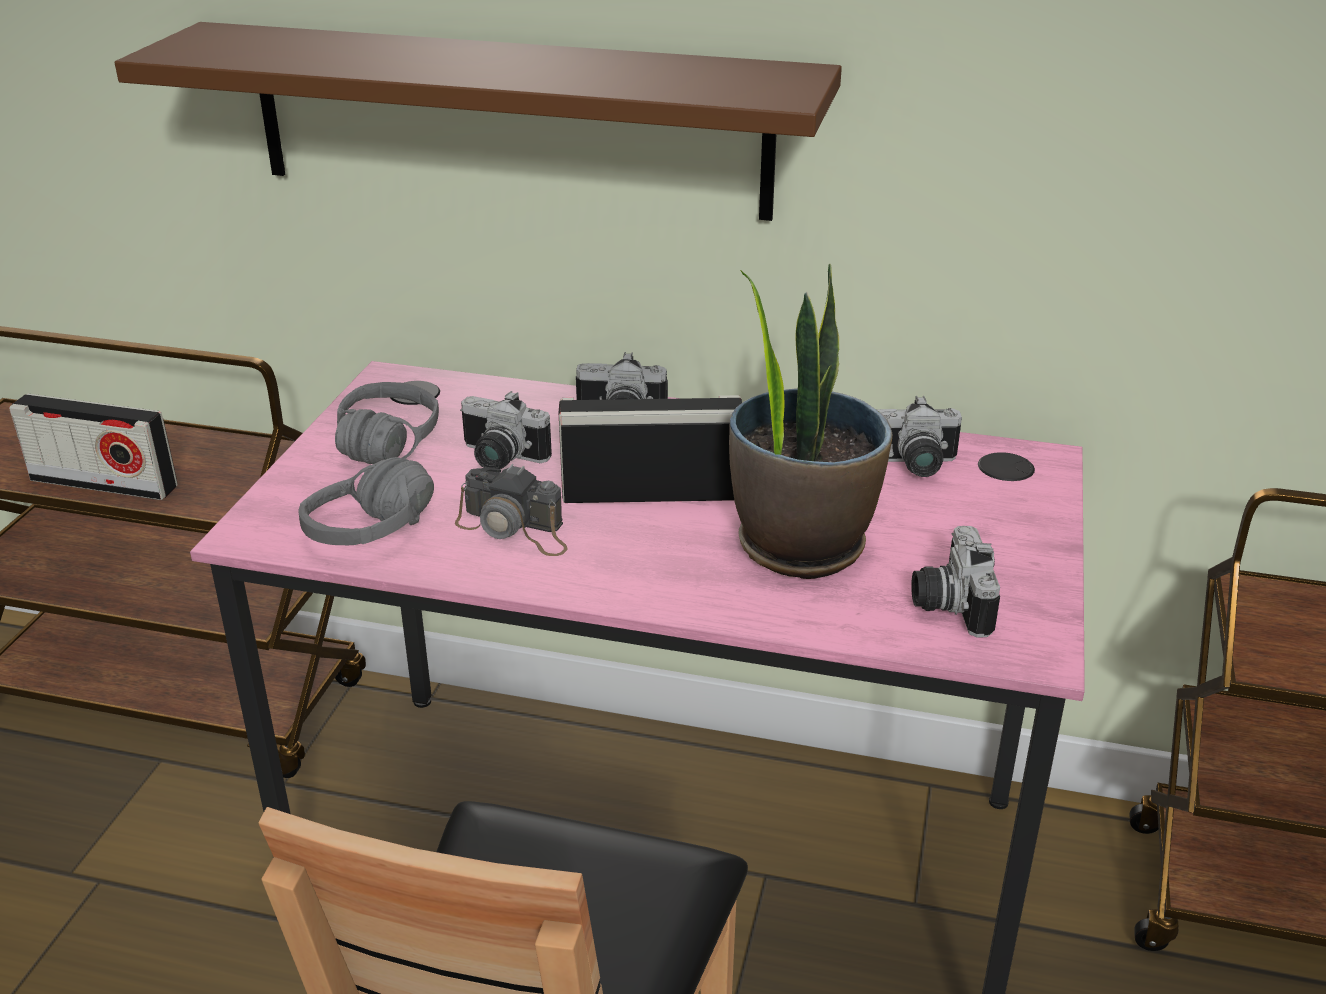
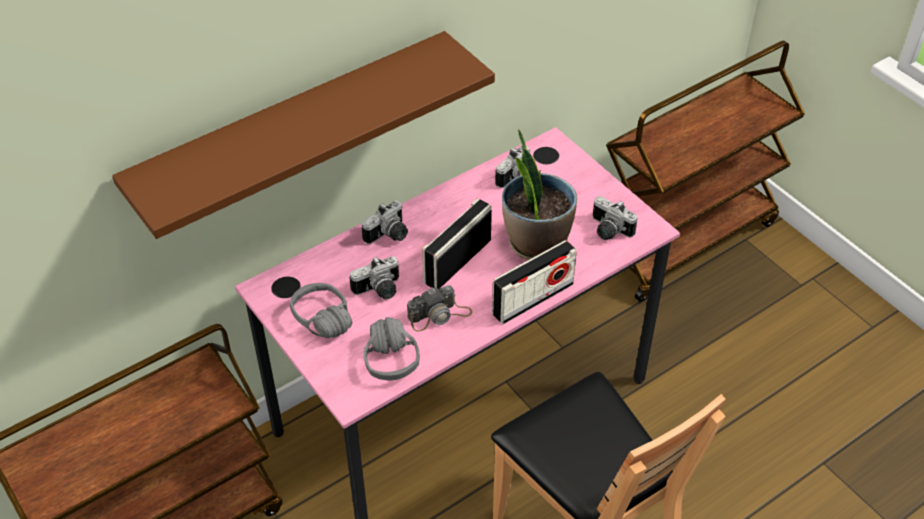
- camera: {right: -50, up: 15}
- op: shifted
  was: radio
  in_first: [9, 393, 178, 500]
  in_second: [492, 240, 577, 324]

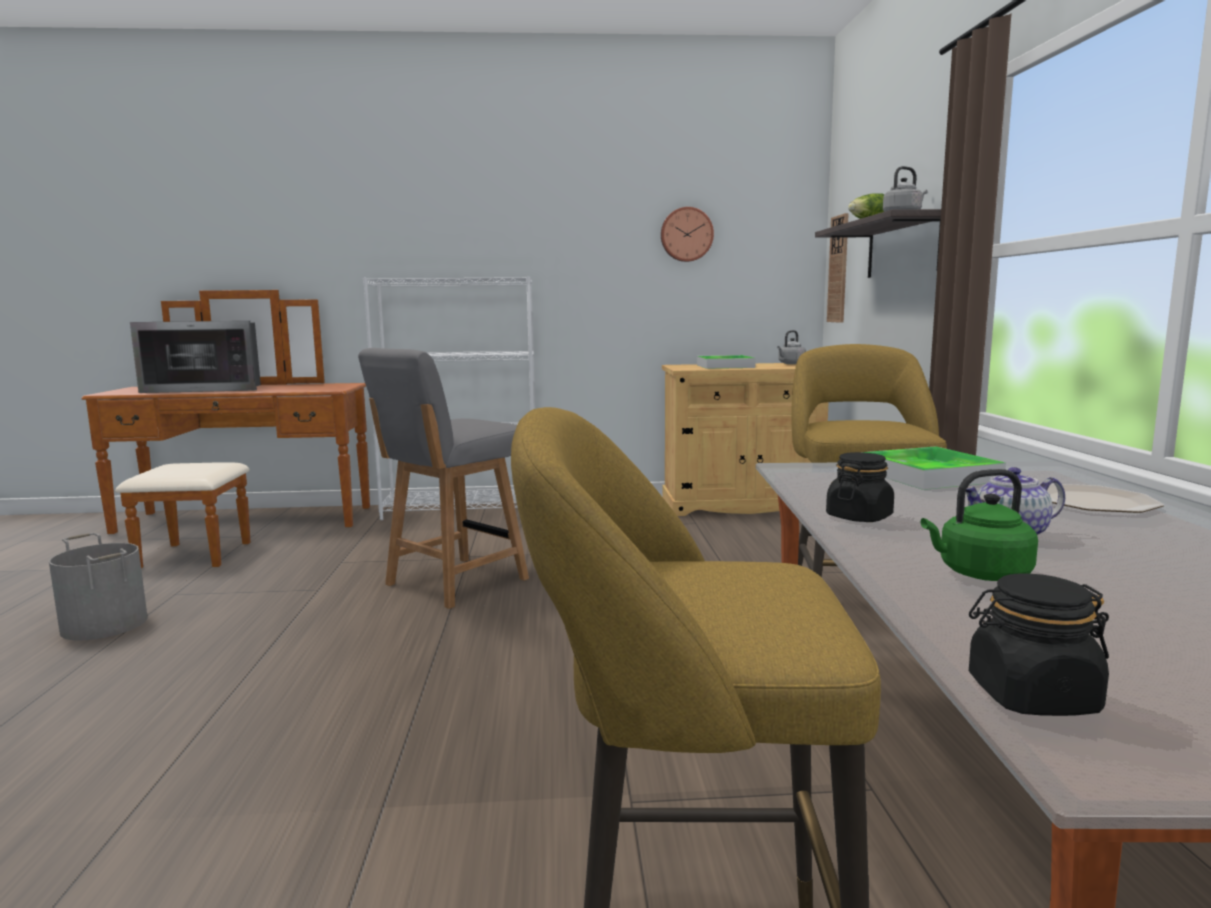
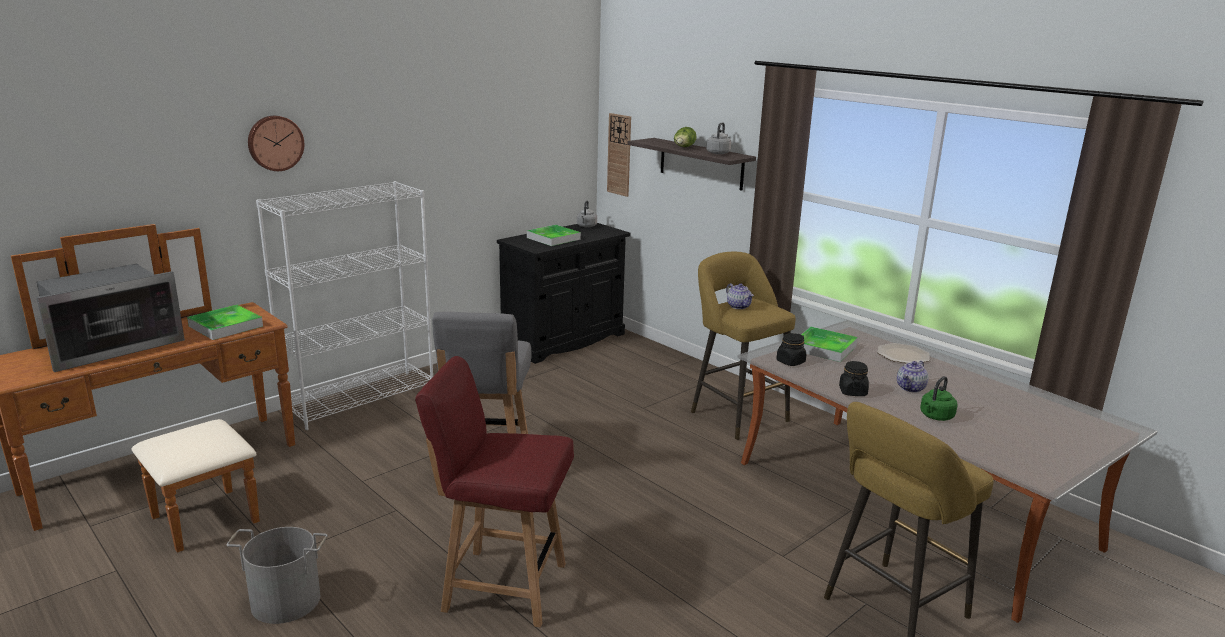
- camera: {right: -40, up: 10}
- op: shifted
  was: wall clock
  in_first: [661, 207, 714, 262]
  in_second: [248, 116, 304, 171]
- op: repainted
  was: beige cabinet
  now: black cabinet
  in_first: [662, 363, 829, 516]
  in_second: [497, 223, 631, 364]
- op: shifted
  was: black jar
  in_first: [969, 573, 1109, 716]
  in_second: [776, 333, 807, 366]
- op: new
  now: teapot
  in_second: [726, 283, 754, 309]
- op: new
  now: tray
  in_second: [187, 305, 263, 340]
- op: new
  now: red chair
  in_second: [415, 356, 574, 627]

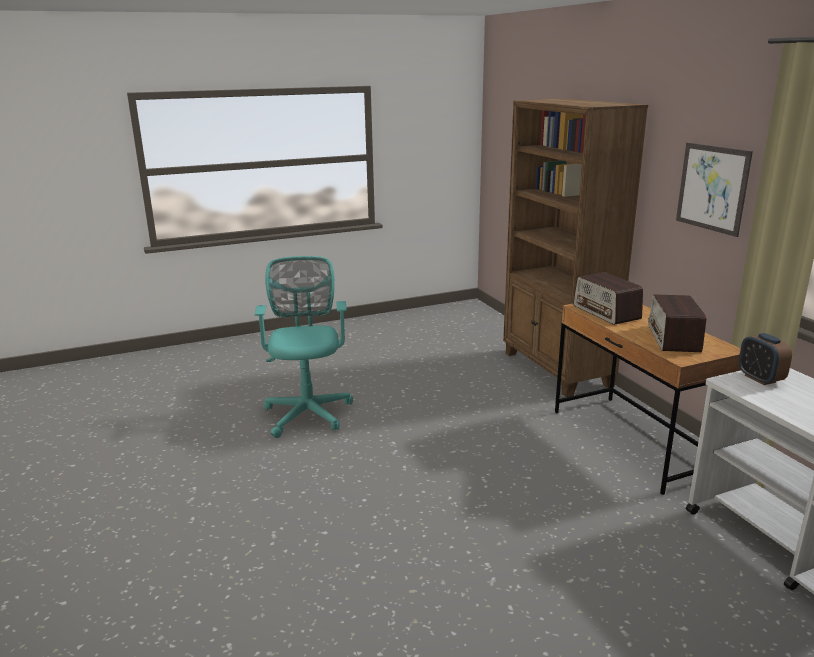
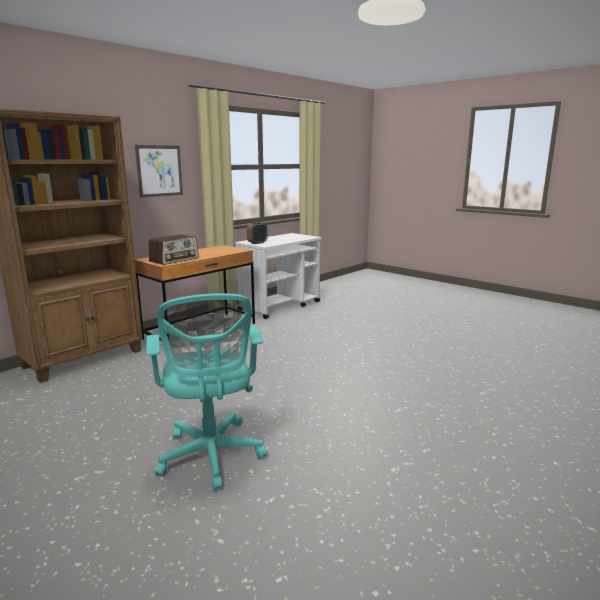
- camera: {right: -115, up: -5}
- op: rotated
  was: turquoise office chair
  in_first: [255, 256, 353, 438]
  in_second: [146, 293, 268, 491]
  clockwise: -75
- op: gone
  was: radio
  in_first: [648, 294, 706, 352]

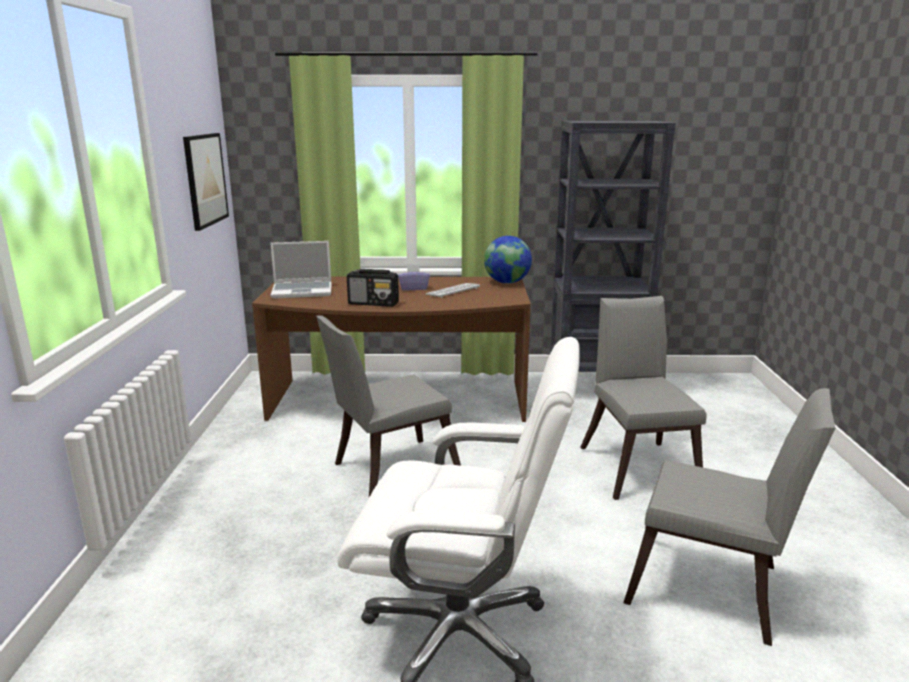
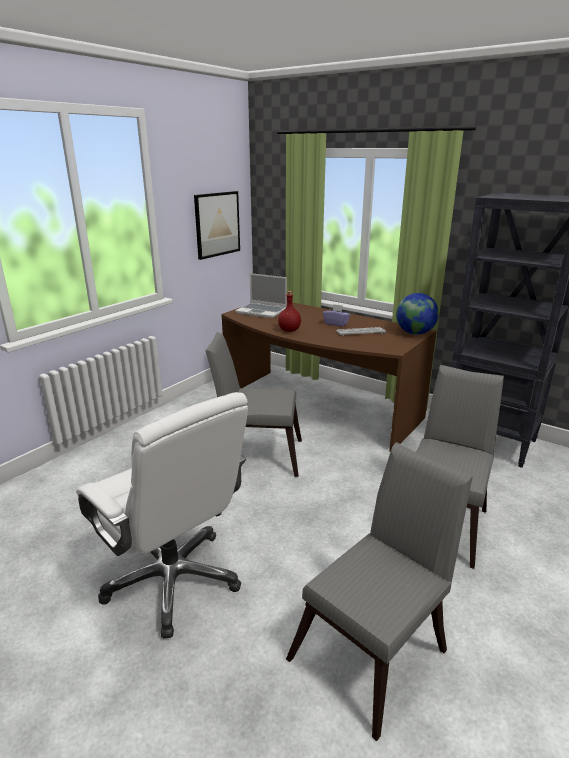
- camera: {right: 35, up: 5}
- op: swapped
  was: radio
  now: red bottle
  in_first: [347, 269, 399, 307]
  in_second: [278, 291, 301, 332]
- op: rotated
  was: grey chair
  in_first: [624, 388, 835, 646]
  in_second: [286, 442, 473, 741]
  clockwise: -105

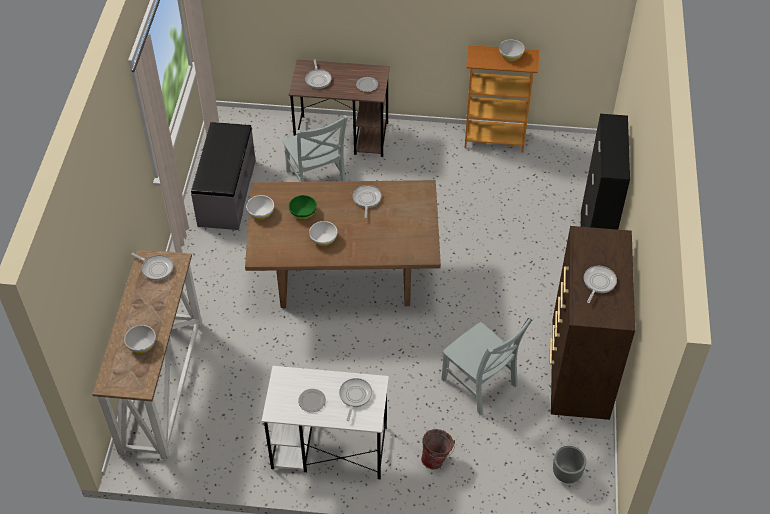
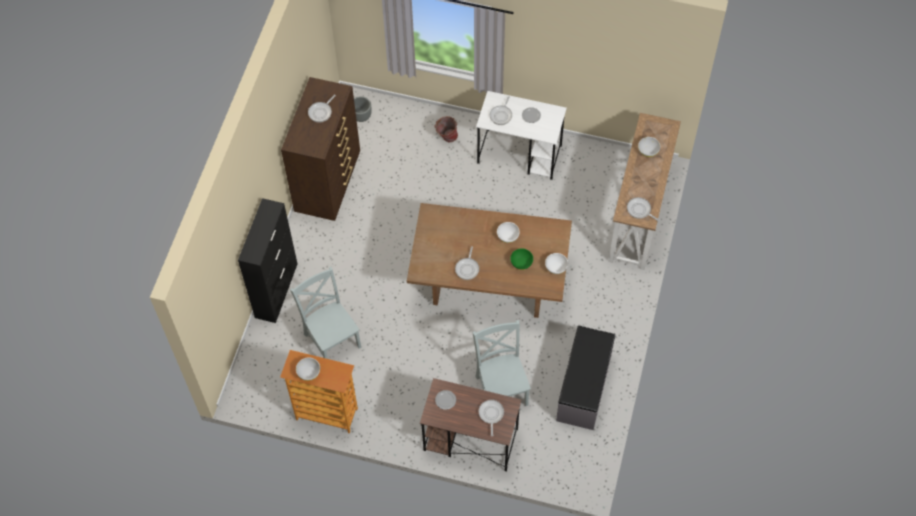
- camera: {right: -170, up: 10}
- op: shifted
  was: grey chair
  in_first: [441, 316, 534, 415]
  in_second: [290, 267, 361, 359]

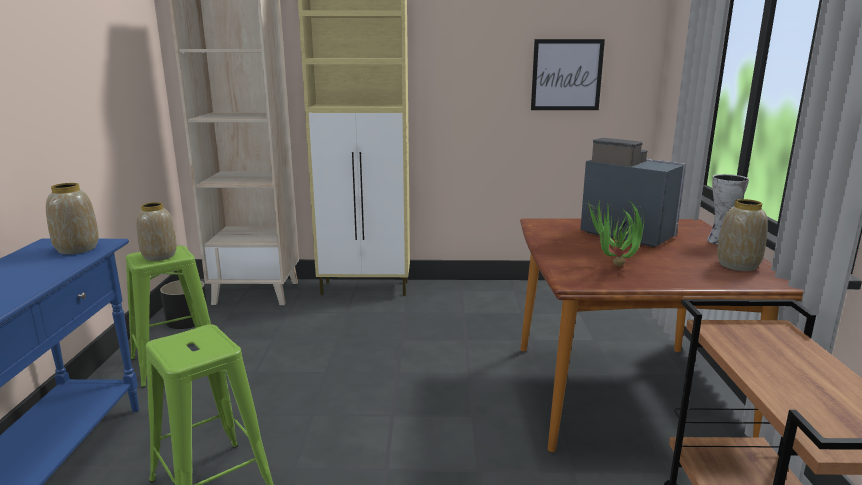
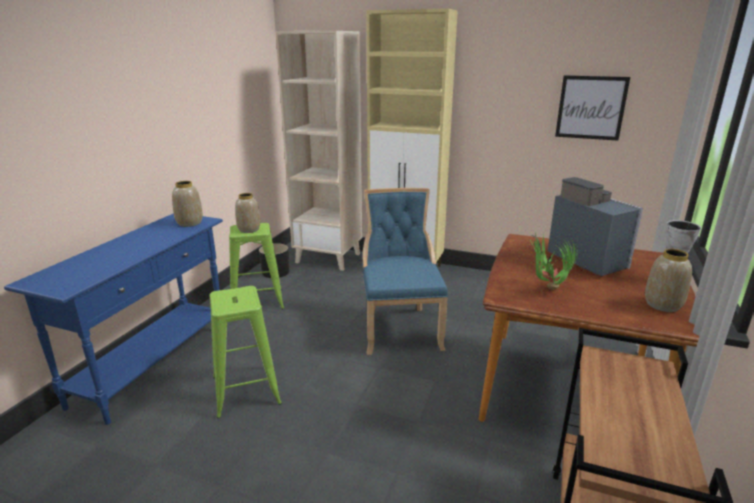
- camera: {right: 20, up: 5}
- op: new
  now: blue chair
  in_second: [363, 188, 448, 355]

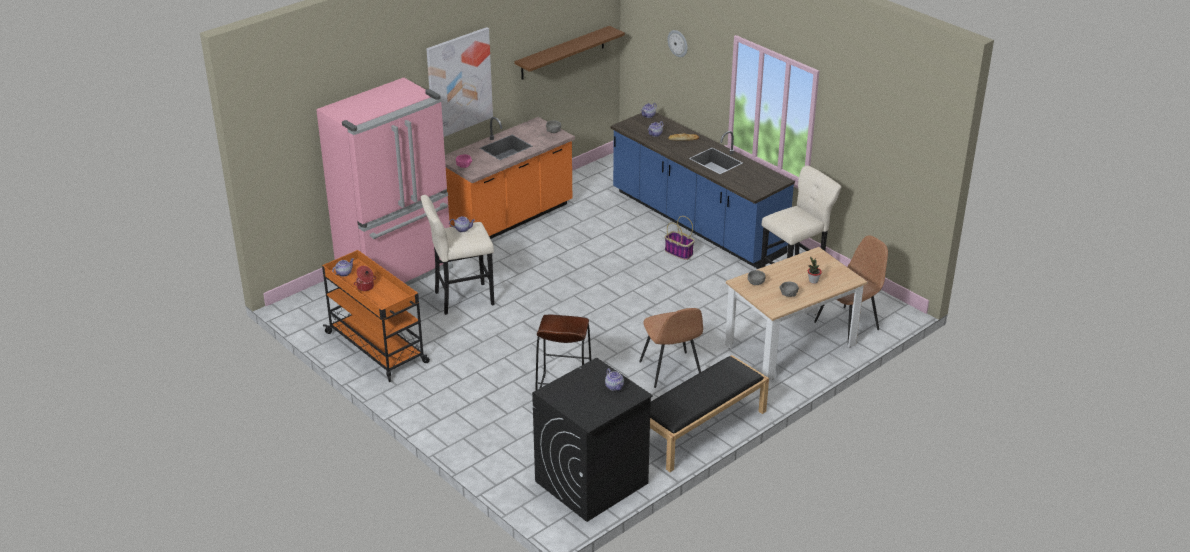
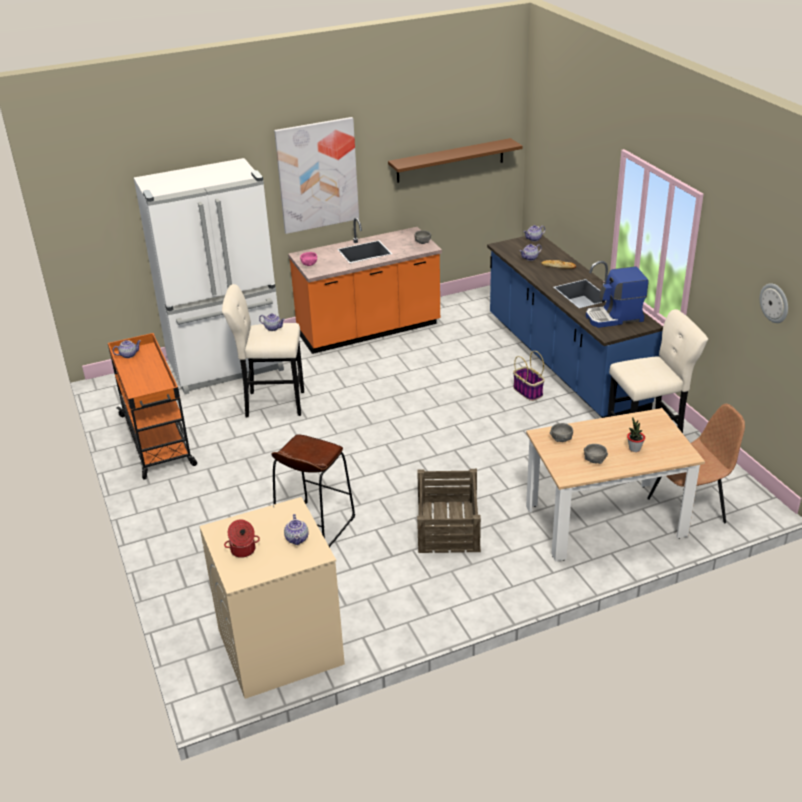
- camera: {right: 20, up: 0}
- op: shifted
  was: wall clock
  in_first: [668, 30, 688, 57]
  in_second: [760, 283, 788, 323]
- op: repainted
  was: pink fridge
  now: white fridge
  in_first: [316, 78, 453, 285]
  in_second: [134, 158, 284, 394]
- op: shifted
  was: cooking pot
  in_first: [354, 266, 376, 291]
  in_second: [224, 519, 260, 558]
- op: swapped
  was: brown chair
  now: crate
  in_first: [639, 308, 703, 388]
  in_second: [417, 469, 481, 553]
- op: gone
  was: black bench
  in_first: [650, 355, 769, 472]
- op: repainted
  was: black washing machine
  now: beige washing machine
  in_first: [532, 358, 653, 522]
  in_second: [199, 497, 345, 699]
- op: new
  now: coffee machine
  in_second: [586, 266, 649, 328]

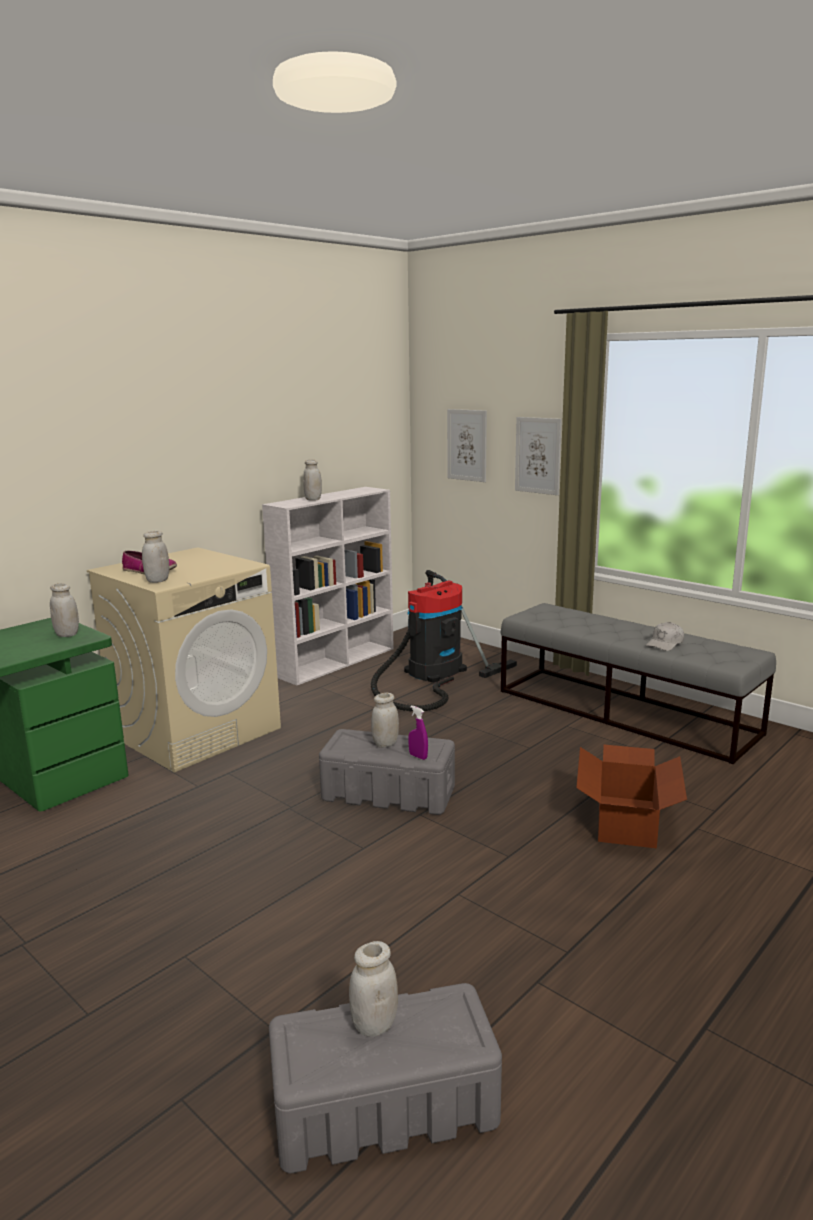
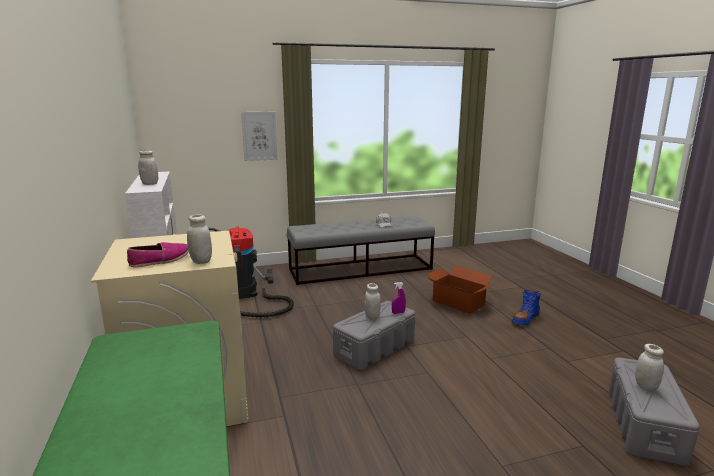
- camera: {right: -60, up: 0}
- op: gone
  was: picture
  in_first: [447, 409, 487, 482]
- op: gone
  was: white jar
  in_first: [50, 583, 79, 637]
- op: new
  now: blue boot
  in_second: [512, 290, 541, 325]

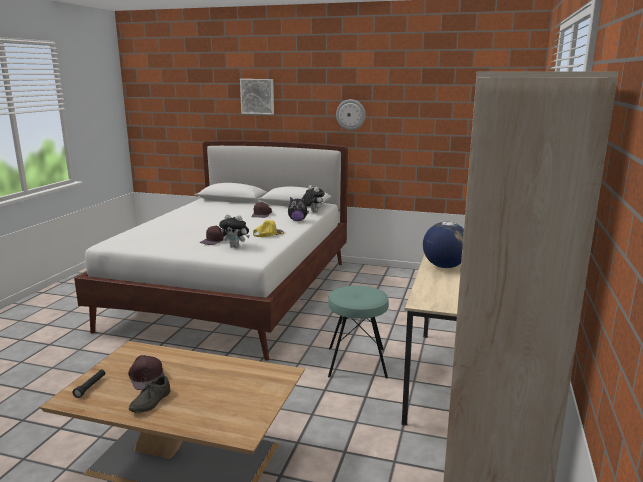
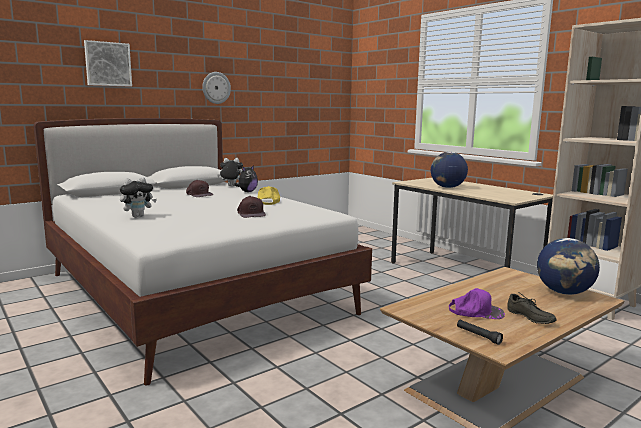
- camera: {right: -55, up: -5}
- op: shifted
  was: plush toy
  in_first: [219, 214, 250, 248]
  in_second: [120, 177, 157, 217]
- op: gone
  was: turquoise stool
  in_first: [328, 286, 389, 379]
- op: repainted
  was: brown cap
  now: purple cap
  in_first: [128, 355, 165, 390]
  in_second: [449, 288, 505, 319]
- op: new
  now: globe
  in_second: [537, 238, 600, 295]

